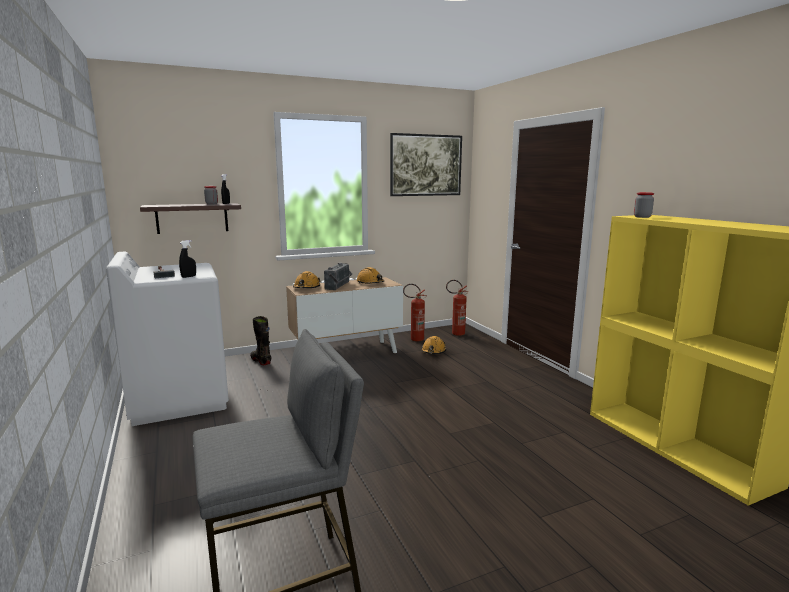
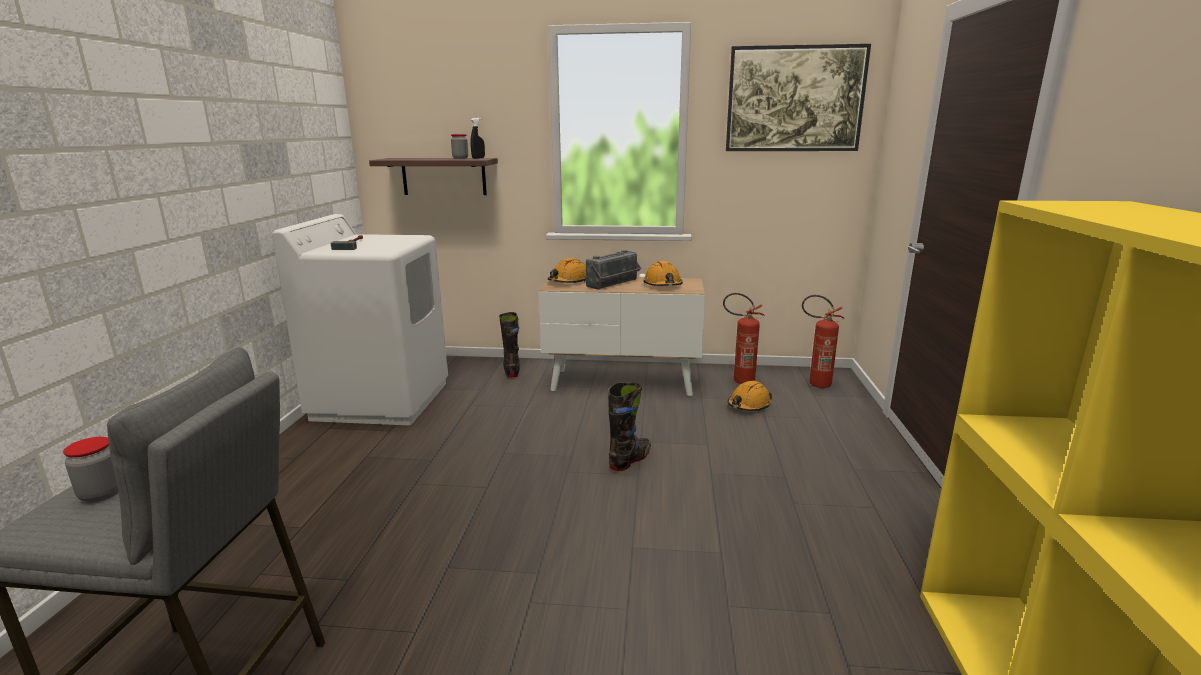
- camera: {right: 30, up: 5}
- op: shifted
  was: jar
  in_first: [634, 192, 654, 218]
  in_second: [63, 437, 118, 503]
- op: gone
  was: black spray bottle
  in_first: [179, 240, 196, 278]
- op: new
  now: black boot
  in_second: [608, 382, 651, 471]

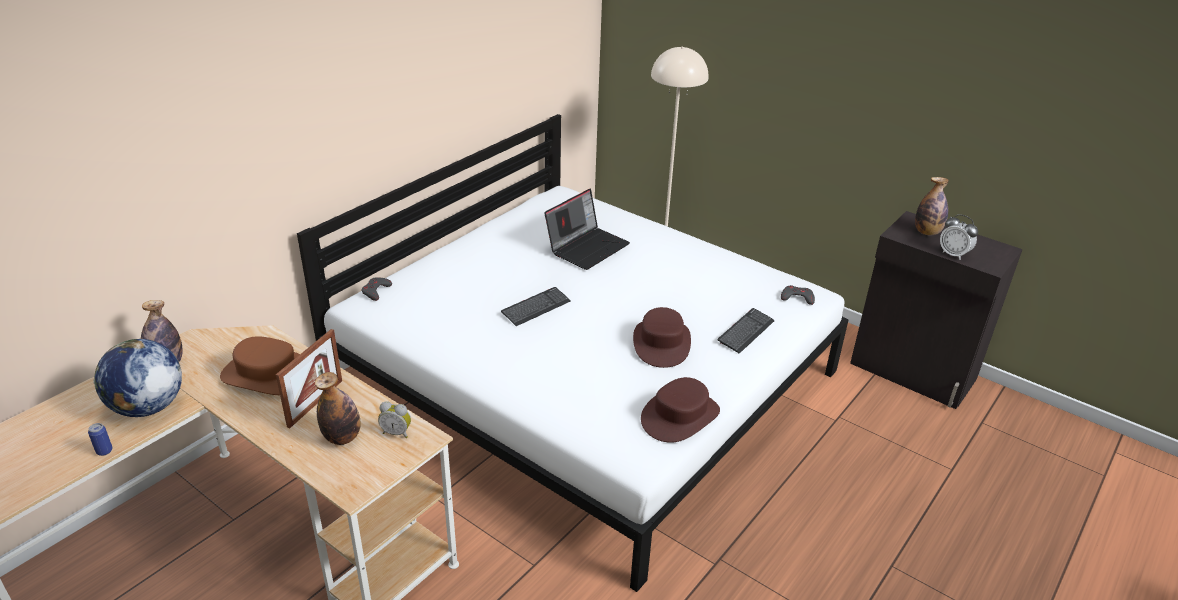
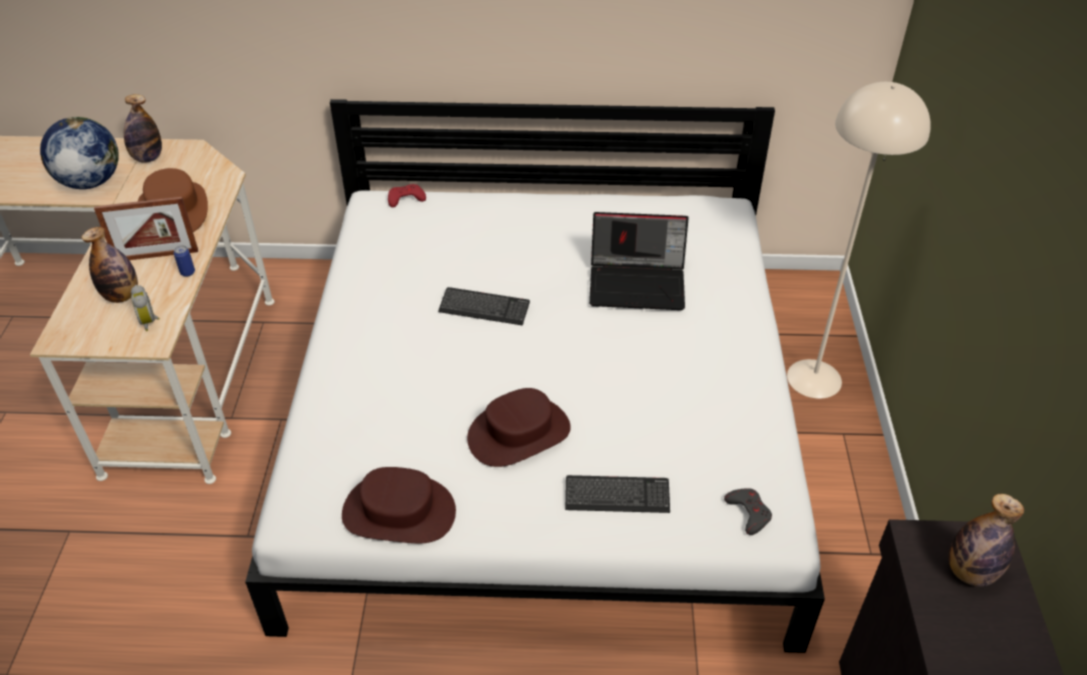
- camera: {right: 55, up: 10}
- op: gone
  was: alarm clock
  in_first: [940, 214, 978, 260]
- op: repainted
  was: grey game controller
  now: red game controller
  in_first: [361, 277, 392, 301]
  in_second: [388, 184, 426, 207]
- op: shifted
  was: can
  in_first: [88, 423, 113, 456]
  in_second: [174, 245, 195, 277]

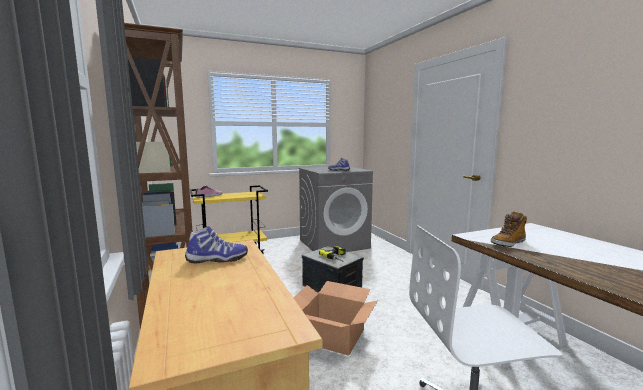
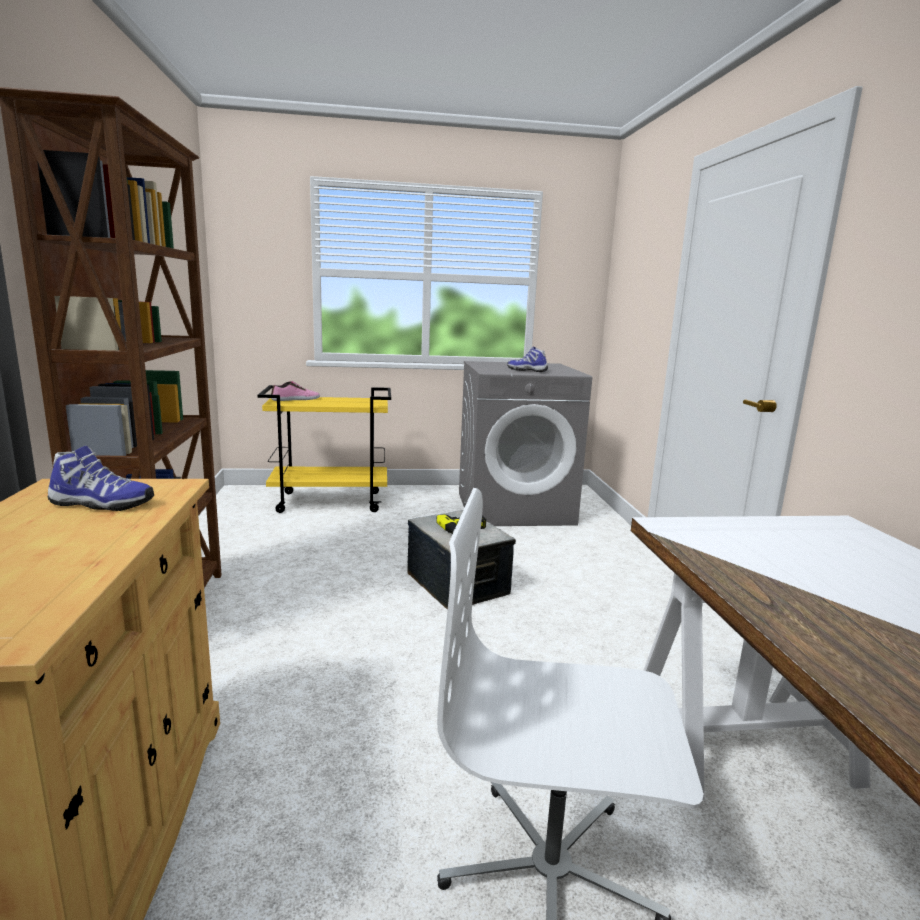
- camera: {right: 15, up: 5}
- op: gone
  was: boot
  in_first: [491, 211, 527, 247]
- op: gone
  was: cardboard box
  in_first: [293, 281, 378, 356]

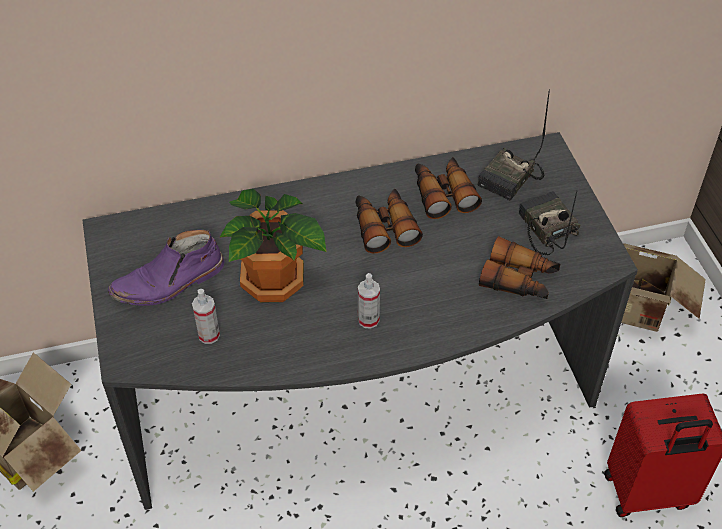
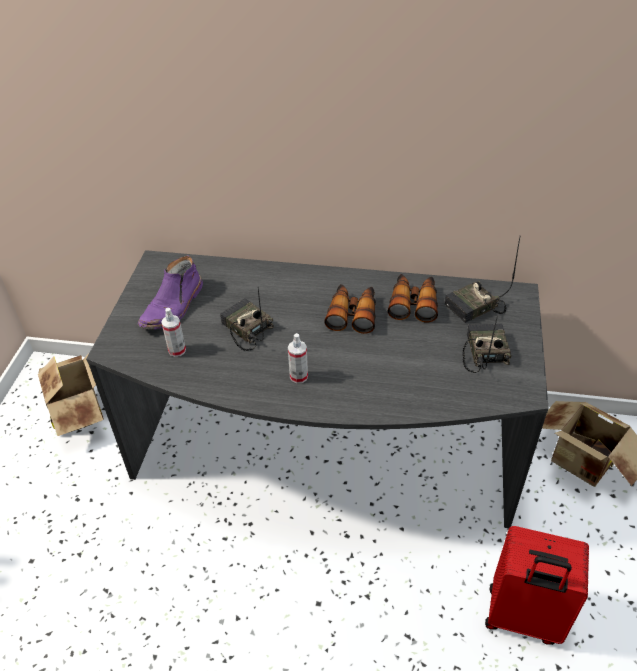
- camera: {right: 25, up: -5}
- op: swapped
  was: potted plant
  now: radio
  in_first: [219, 189, 326, 303]
  in_second: [220, 287, 274, 351]
- op: rotated
  was: purple boot
  in_first: [108, 230, 225, 306]
  in_second: [138, 256, 203, 330]
  clockwise: -60
- op: gone
  was: binoculars
  in_first: [479, 236, 560, 299]

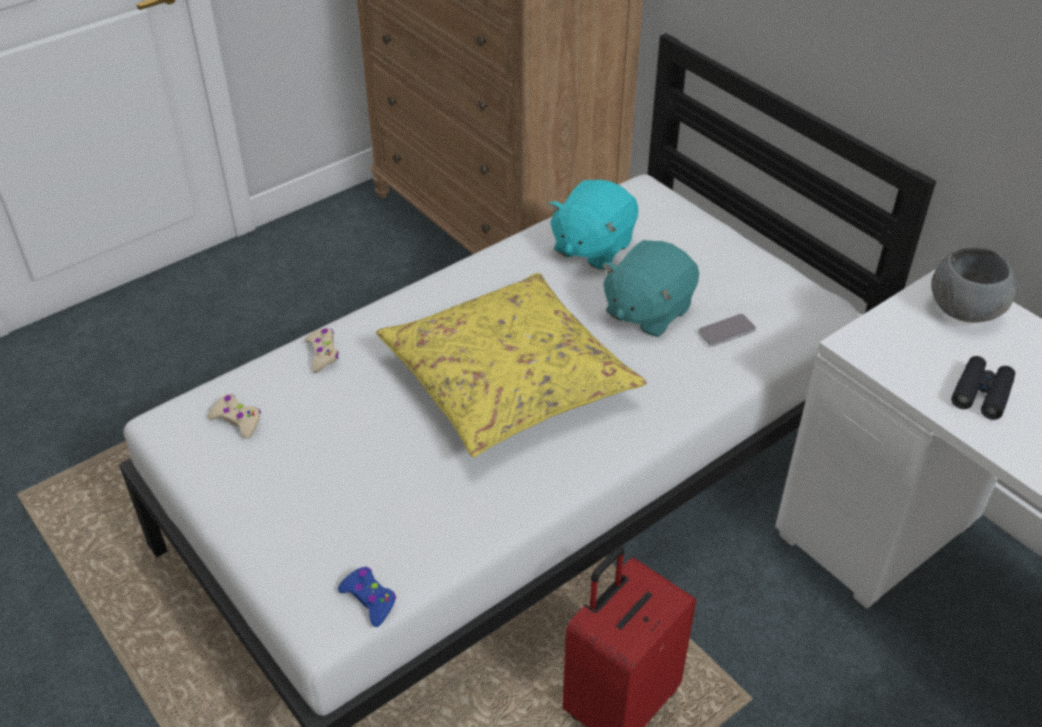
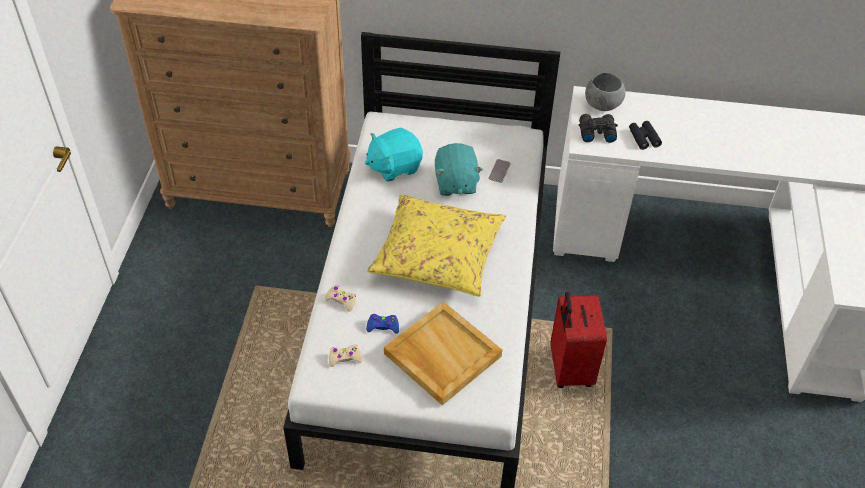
- camera: {right: -45, up: 5}
- op: rotated
  was: turquoise plush toy
  in_first: [548, 180, 638, 270]
  in_second: [365, 128, 423, 182]
  clockwise: 75
- op: shifted
  was: blue game controller
  in_first: [338, 567, 396, 627]
  in_second: [366, 314, 399, 334]
- op: new
  now: black binoculars
  in_second: [578, 114, 618, 143]
- op: new
  now: beige tray
  in_second: [384, 302, 502, 405]

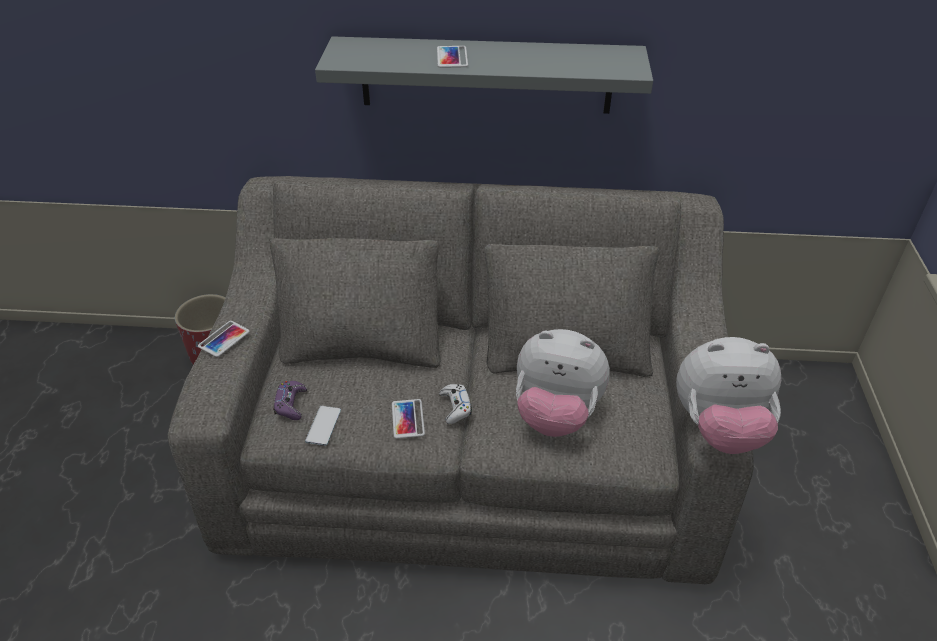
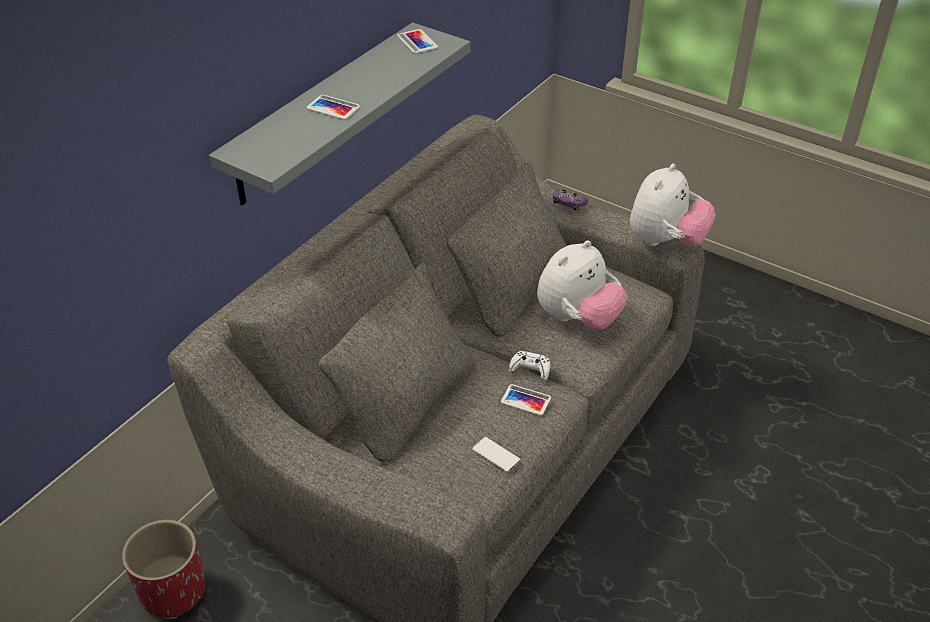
- camera: {right: -60, up: 0}
- op: shifted
  was: phone
  in_first: [198, 321, 250, 357]
  in_second: [397, 29, 438, 54]
- op: shifted
  was: purple game controller
  in_first: [273, 381, 307, 420]
  in_second: [553, 189, 588, 210]

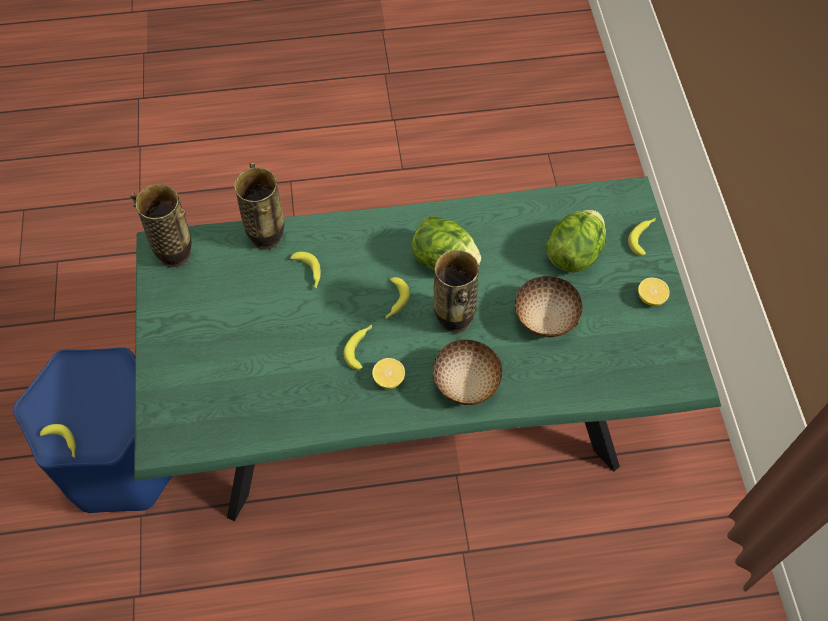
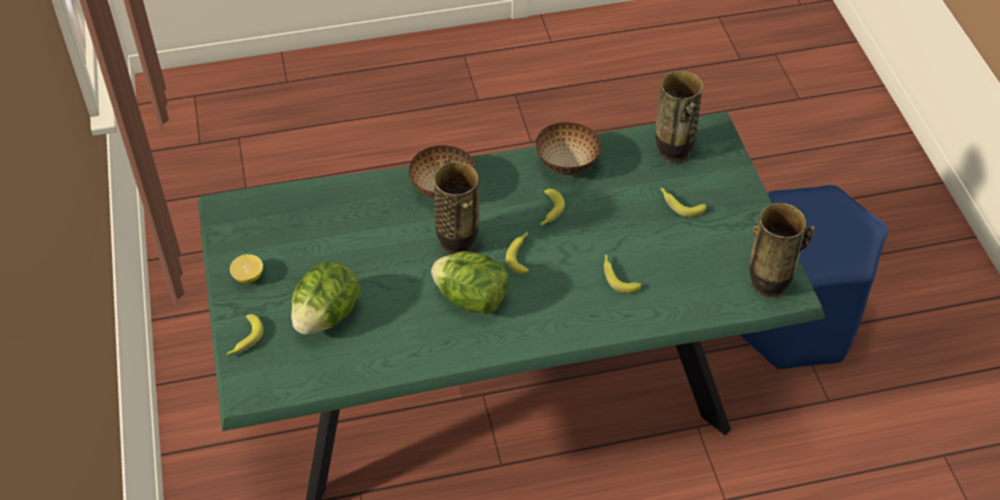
- camera: {right: 175, up: -10}
- op: shifted
  was: vase
  in_first: [234, 163, 284, 250]
  in_second: [655, 71, 703, 163]
- op: shifted
  was: bowl
  in_first: [515, 276, 583, 337]
  in_second: [536, 122, 601, 175]
- op: gone
  was: lemon
  in_first: [372, 358, 405, 389]
- op: shifted
  was: banana
  in_first: [40, 424, 76, 458]
  in_second: [661, 188, 706, 217]

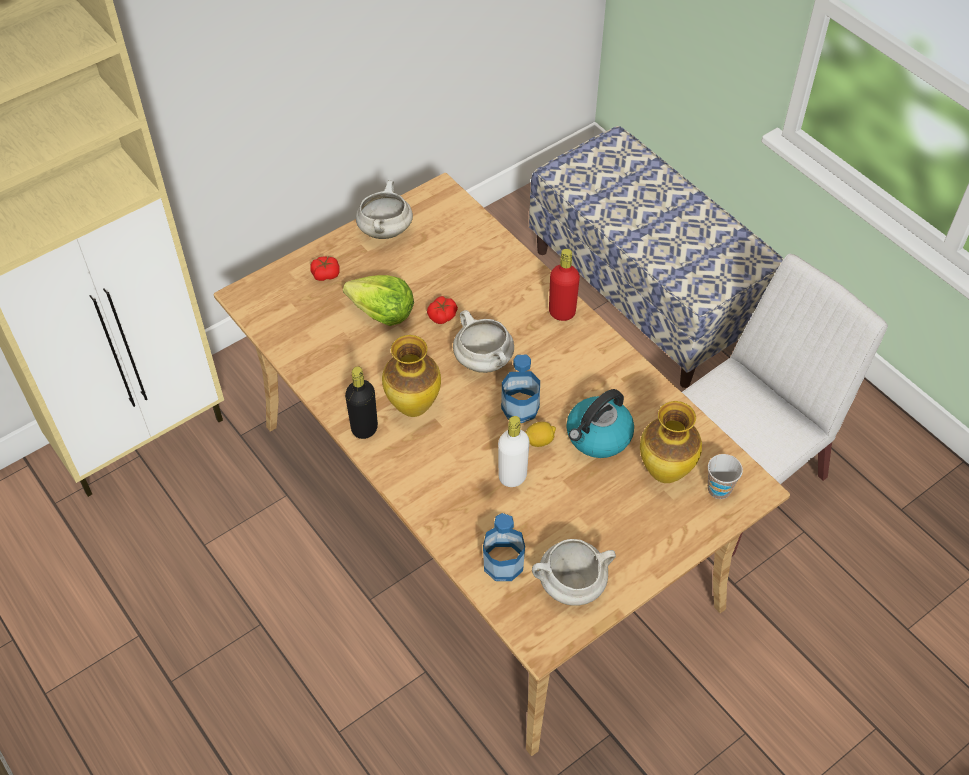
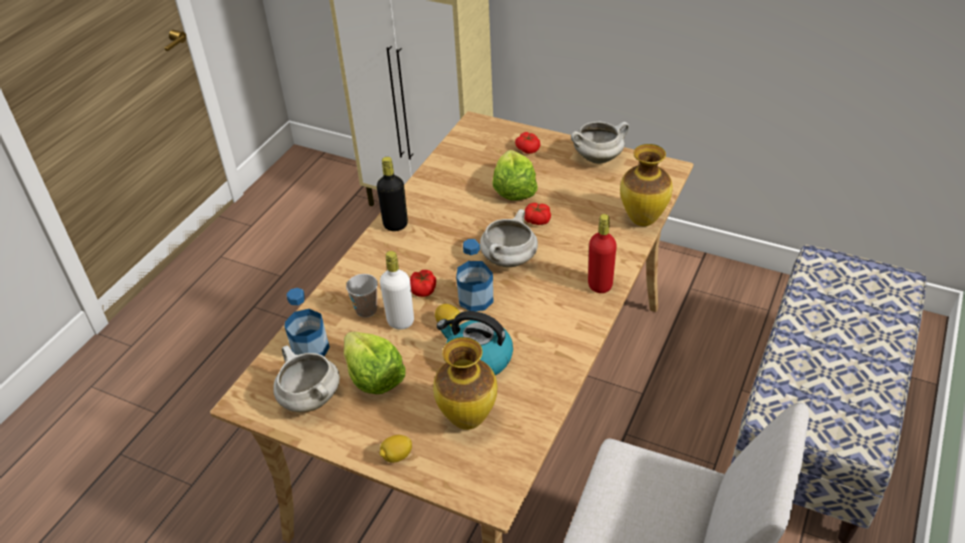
- camera: {right: 65, up: -10}
- op: shifted
  was: vase
  in_first: [382, 335, 441, 417]
  in_second: [620, 144, 673, 226]
- op: shifted
  was: cup
  in_first: [708, 454, 743, 499]
  in_second: [346, 274, 378, 317]
- op: new
  now: tomato
  in_second: [410, 270, 436, 297]
- op: new
  now: lettuce
  in_second: [344, 332, 406, 394]
- op: new
  now: lemon
  in_second: [379, 435, 412, 463]

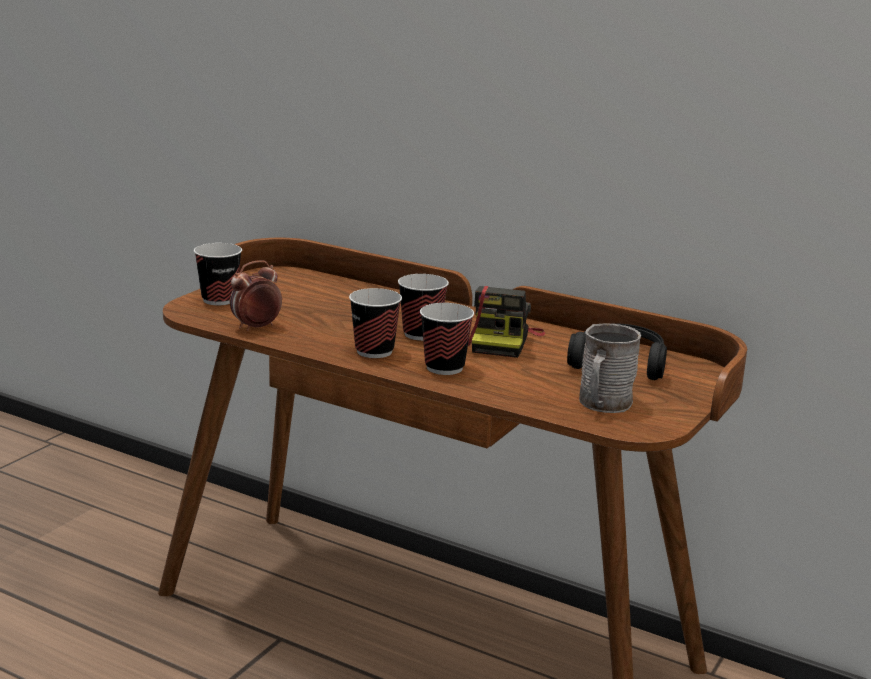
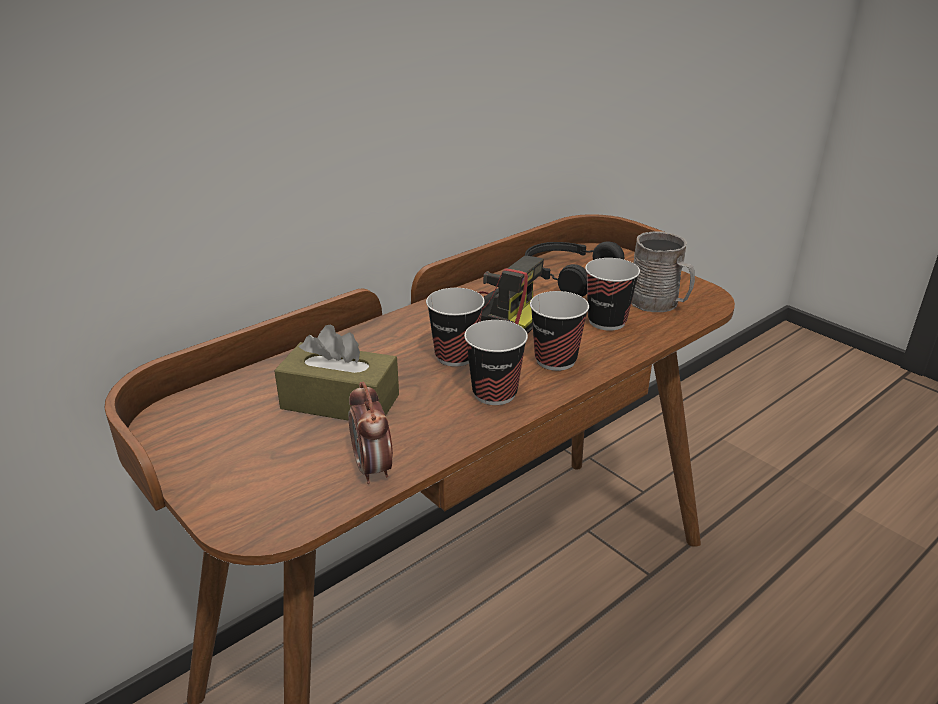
- camera: {right: -70, up: 10}
- op: shifted
  was: cup
  in_first: [194, 243, 242, 305]
  in_second: [585, 258, 640, 331]
- op: new
  now: brown tissue box
  in_second: [274, 324, 399, 421]

